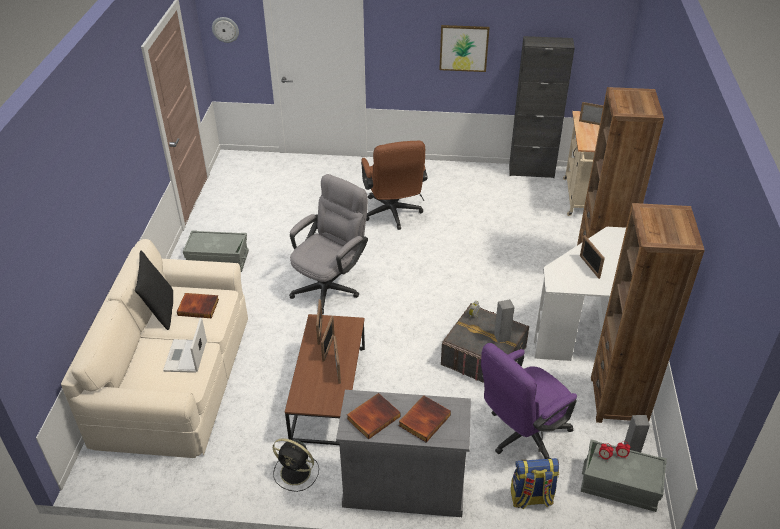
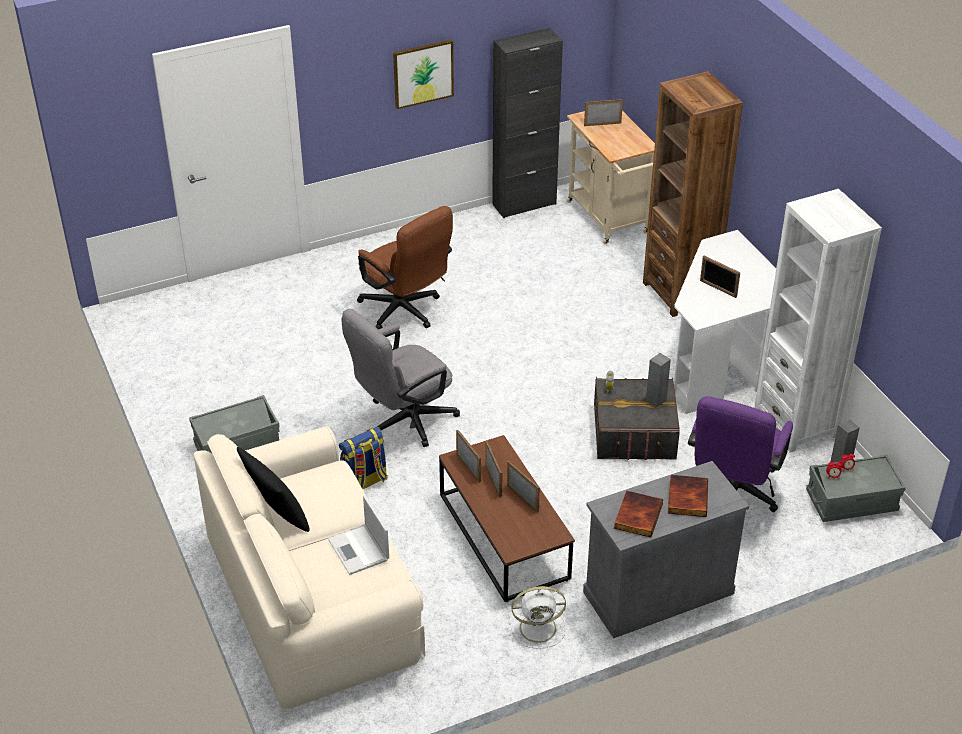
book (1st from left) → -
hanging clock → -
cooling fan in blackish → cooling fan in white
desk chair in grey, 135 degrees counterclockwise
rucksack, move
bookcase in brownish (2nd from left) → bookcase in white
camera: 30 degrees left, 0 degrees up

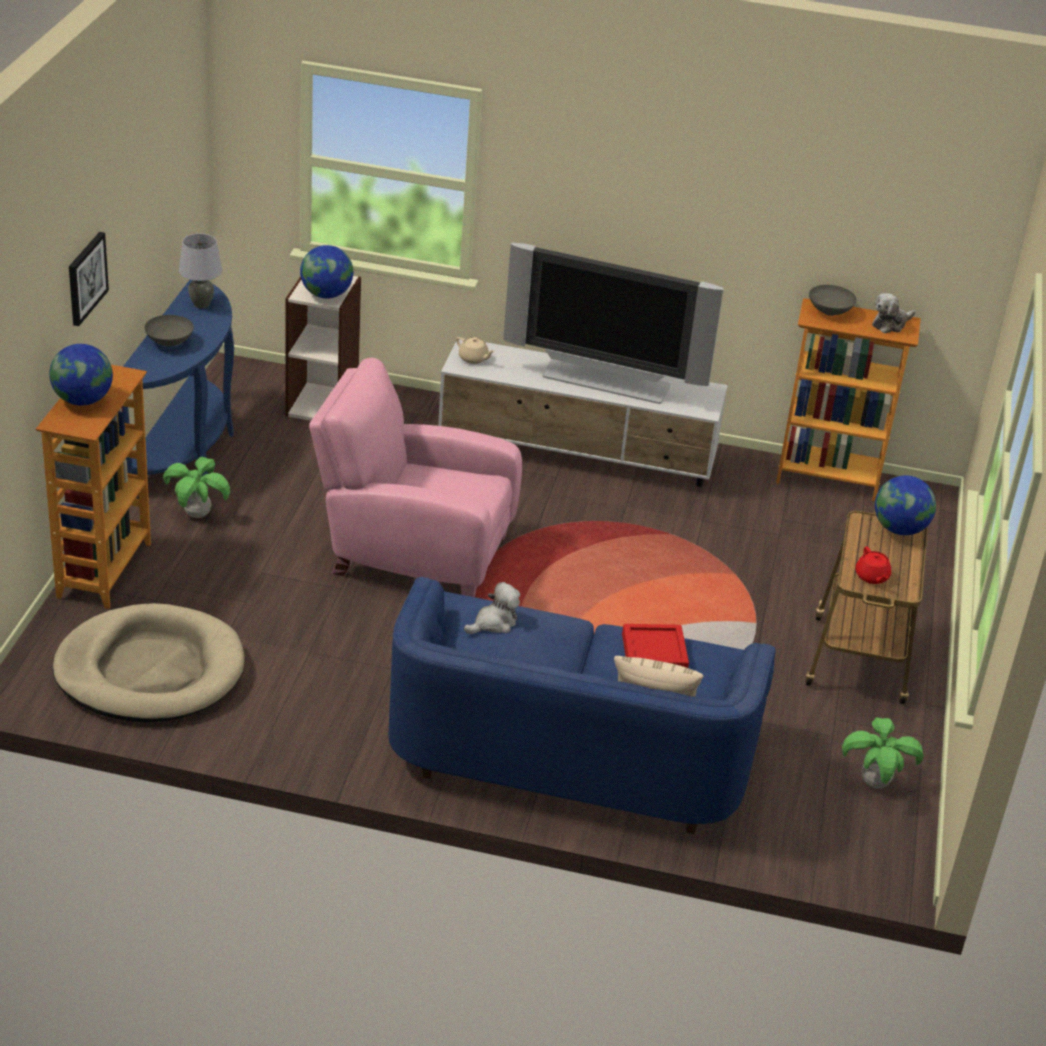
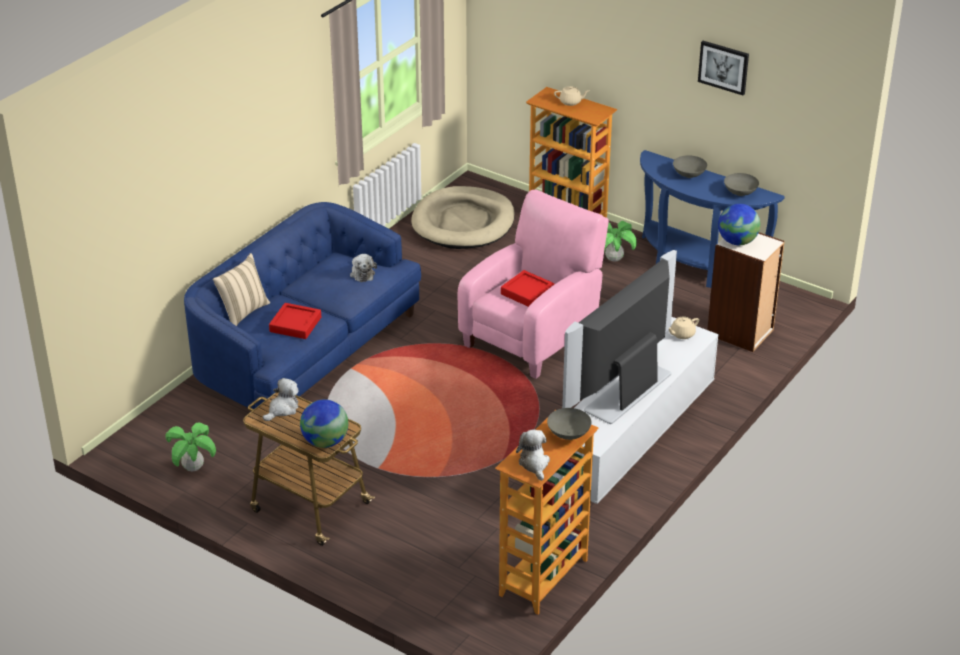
desk globe (1st from left) → pot for tea in beige-coloured (1st from left)
wall picture, move
tabletop lamp in grey → serving bowl in grey (3rd from left)
pot for tea in reddish → cuddly toy (1st from left)
- → carrying tray in reddish (2nd from left)
camera: 115 degrees right, 0 degrees up

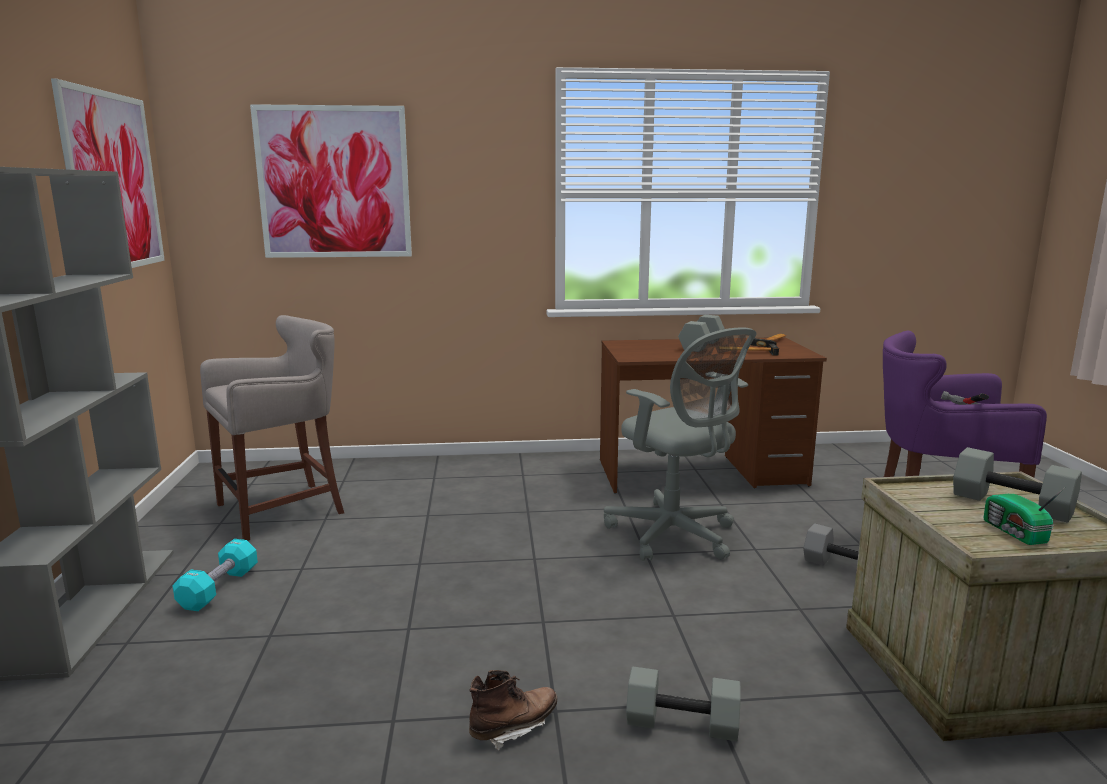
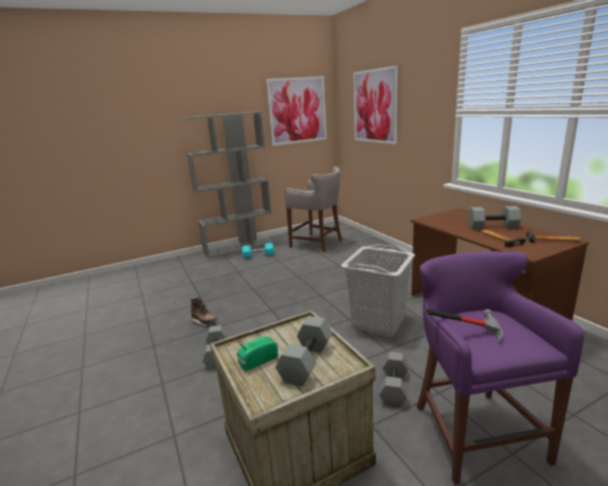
desk chair in grey → washing basket in grey
camera: 70 degrees right, 5 degrees up

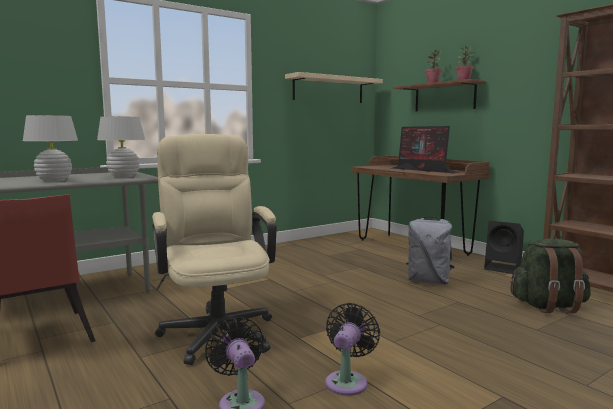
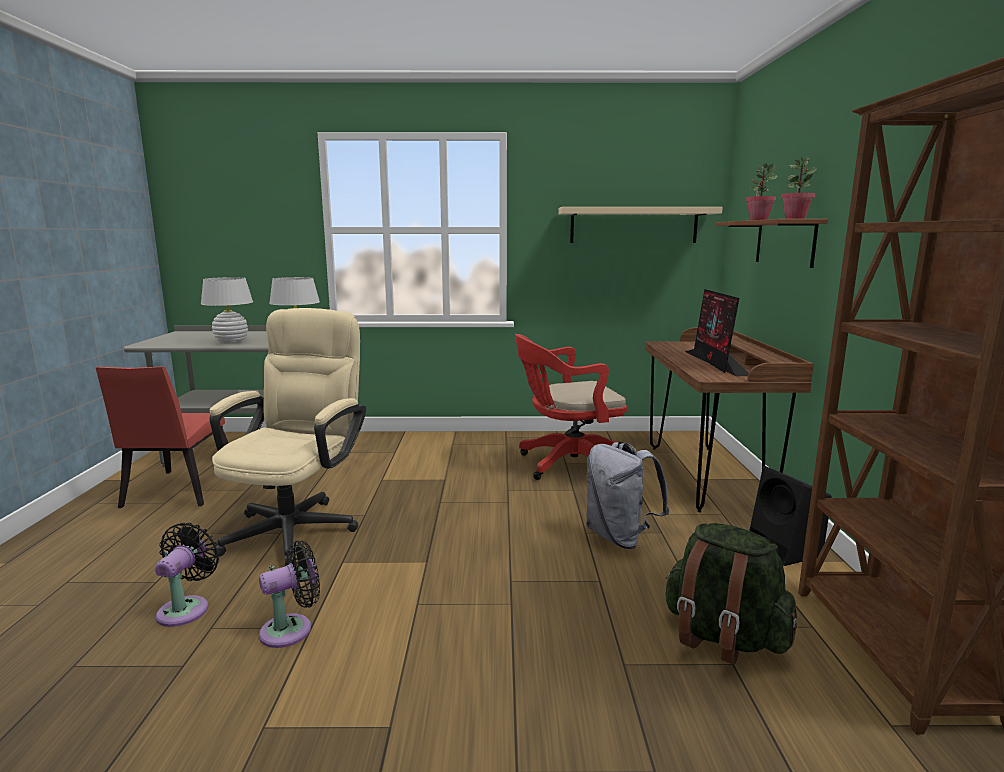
- → desk chair in reddish
camera: 35 degrees right, 5 degrees up

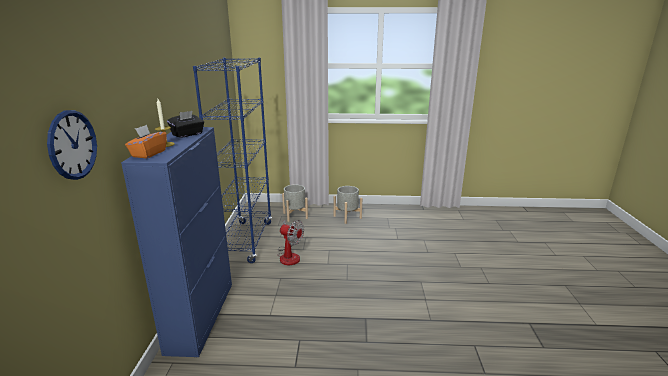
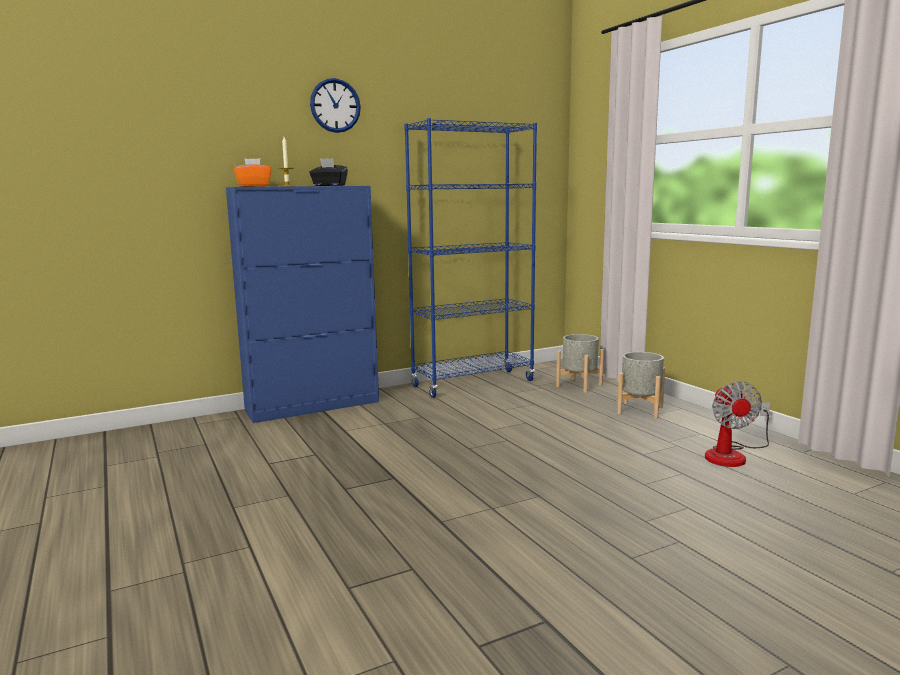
hanging clock, move
cooling fan, move
camera: 60 degrees right, 10 degrees down

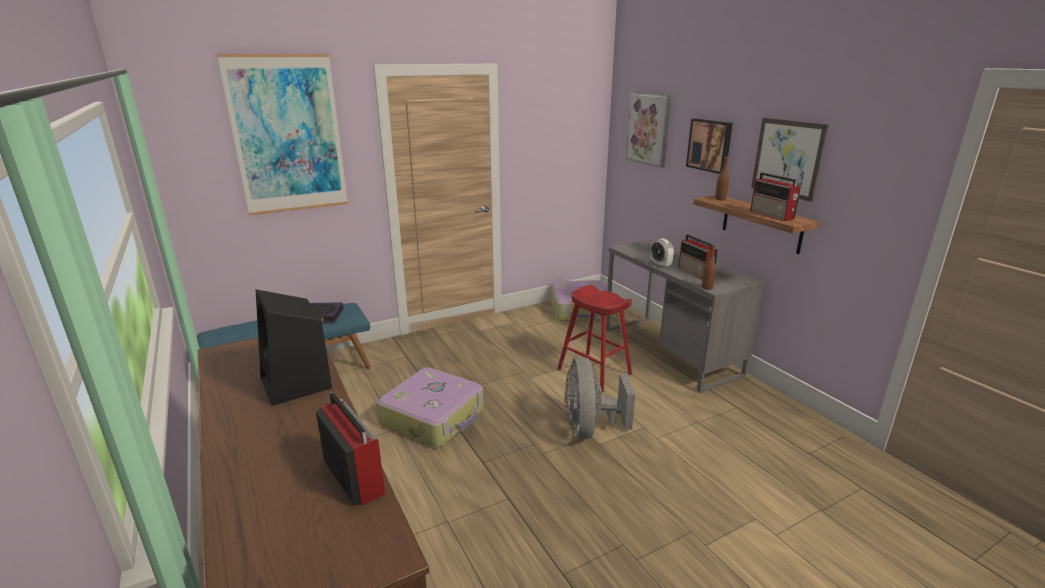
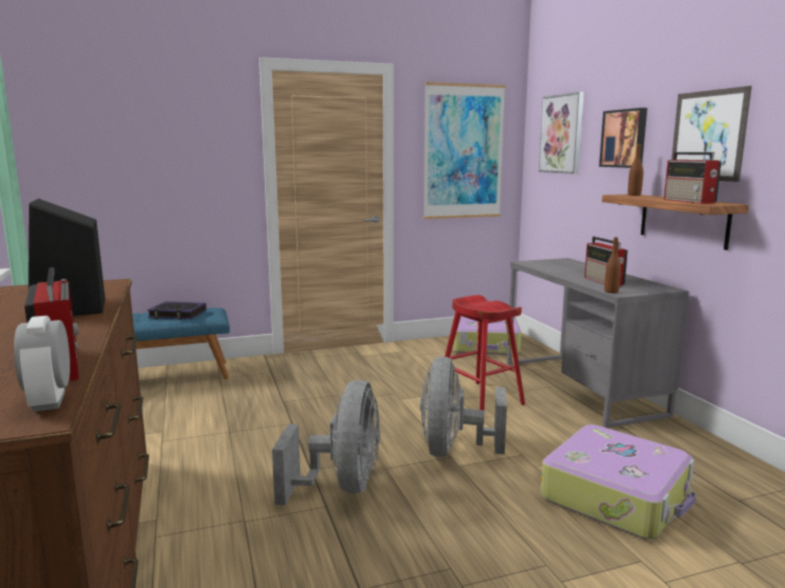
wall picture (1st from left), move
suitcase (1st from left in the first image) → suitcase (2nd from left), move
bedside clock, move
- → cooling fan in grey (1st from left)
camera: 10 degrees right, 10 degrees down

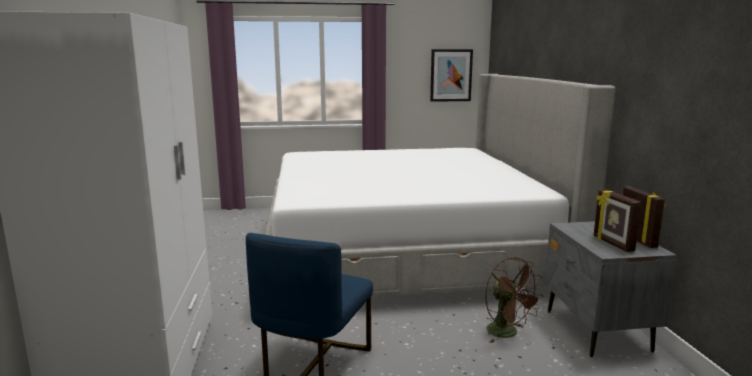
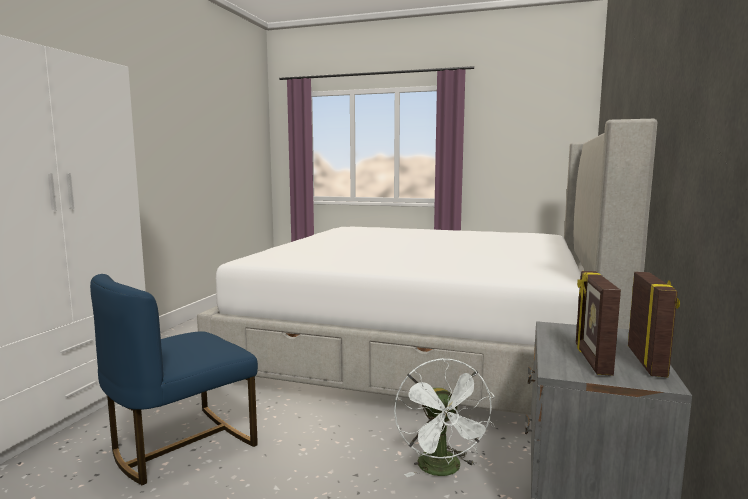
wall picture → -
cooling fan in brownish → cooling fan in white
camera: 25 degrees right, 5 degrees down

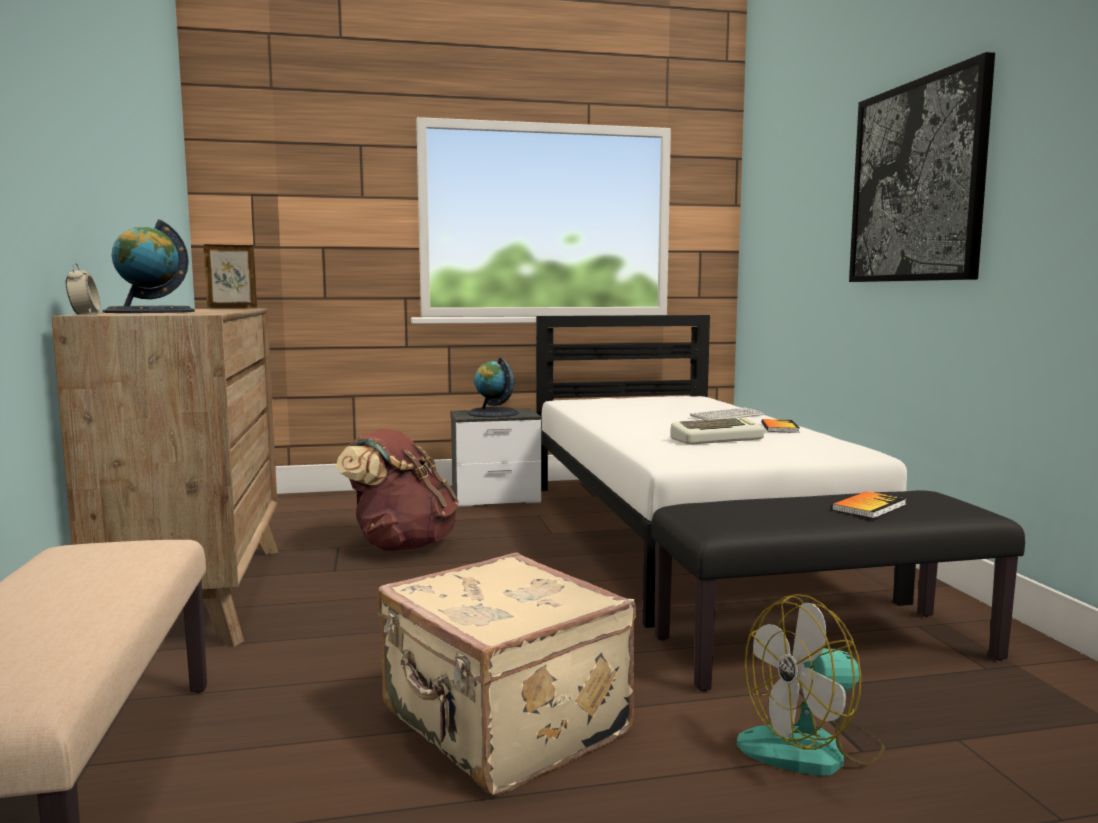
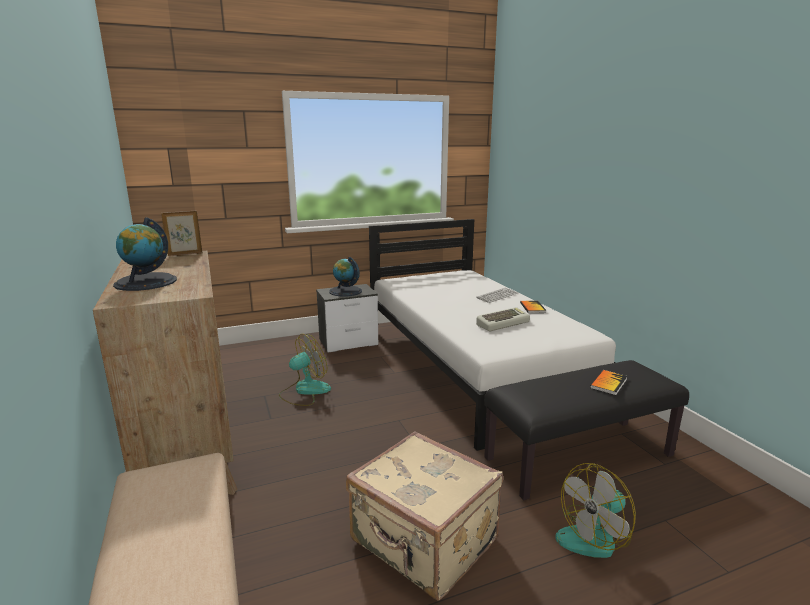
bedside clock → -
rucksack in brownish → cooling fan (1st from left)
wall picture → -
camera: 10 degrees left, 10 degrees up

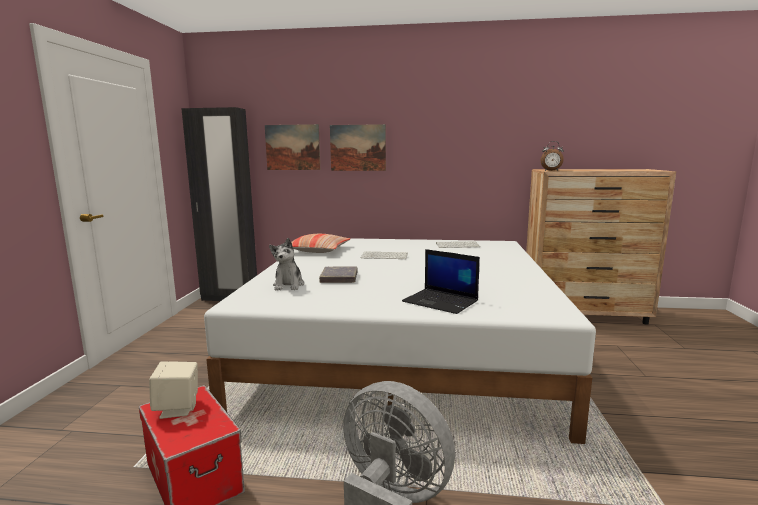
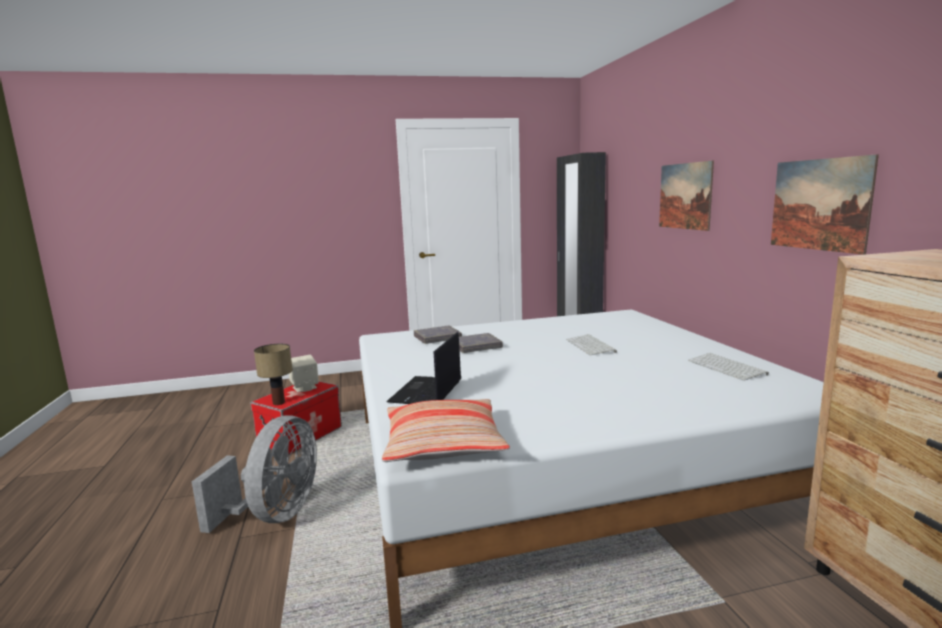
wall picture (1st from left in the first image) → wall picture (2nd from left), move
cuddly toy → book in grey (1st from left)
cushion, move
bedside clock → -
- → tabletop lamp
camera: 70 degrees right, 0 degrees up

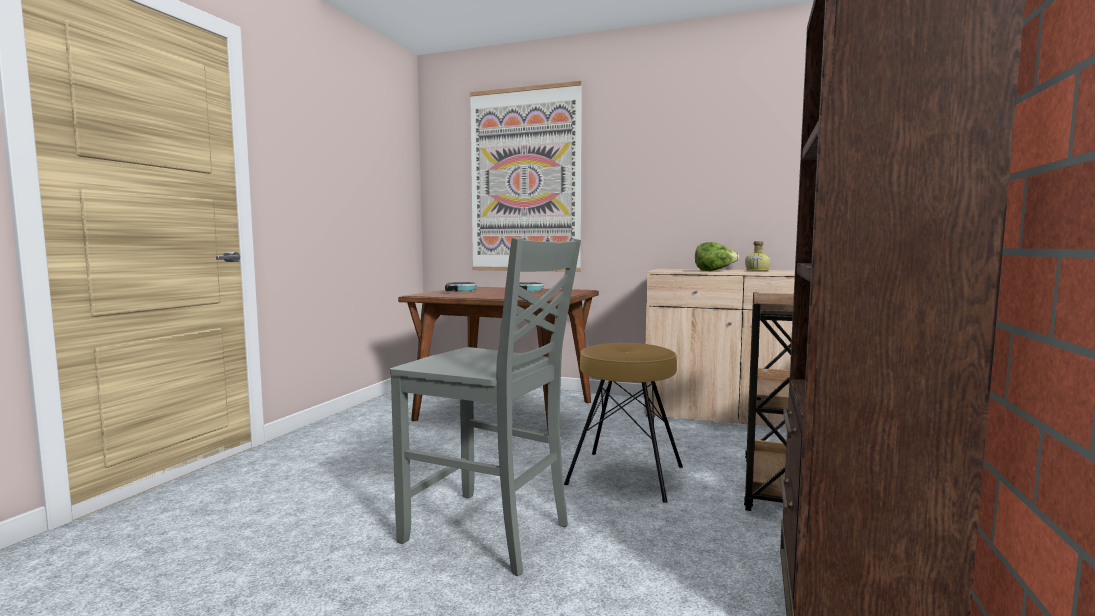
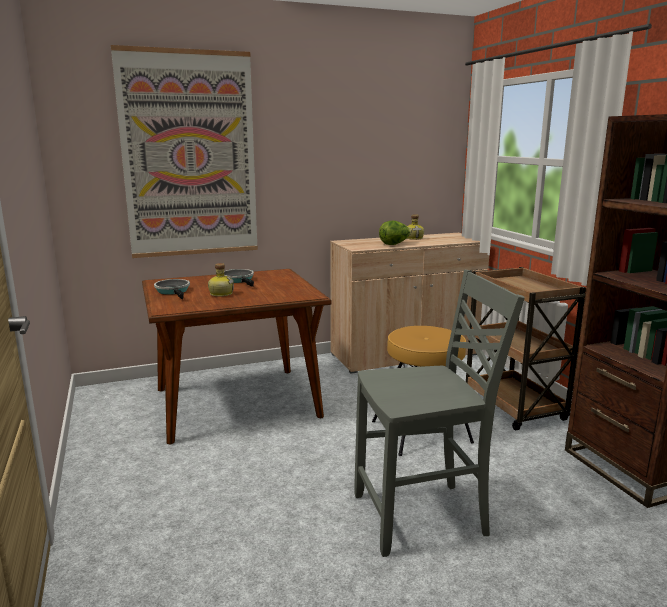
- → drink bottle (1st from left)
camera: 40 degrees left, 10 degrees up

